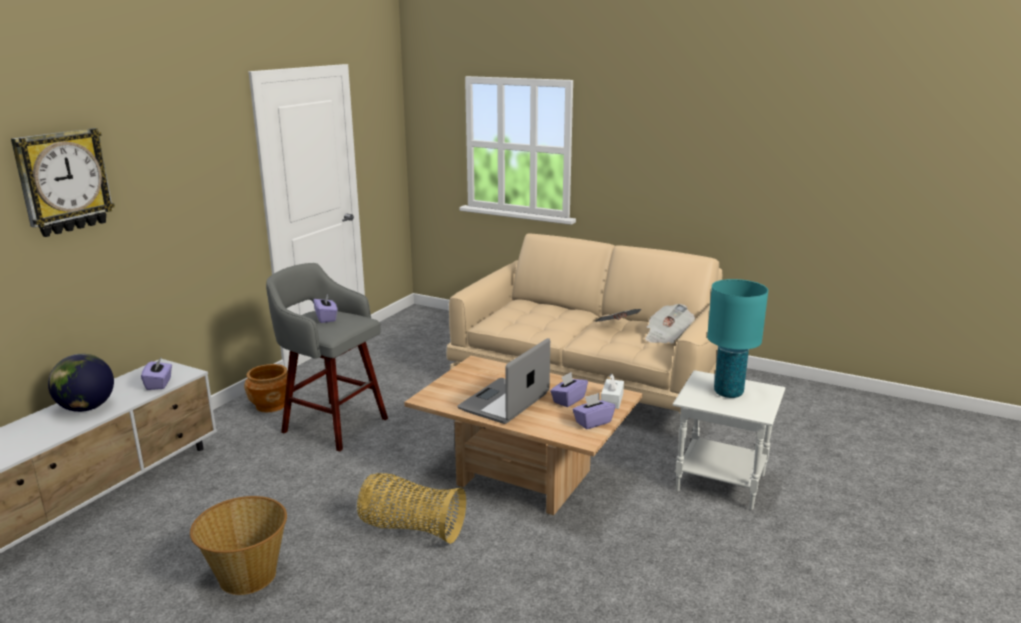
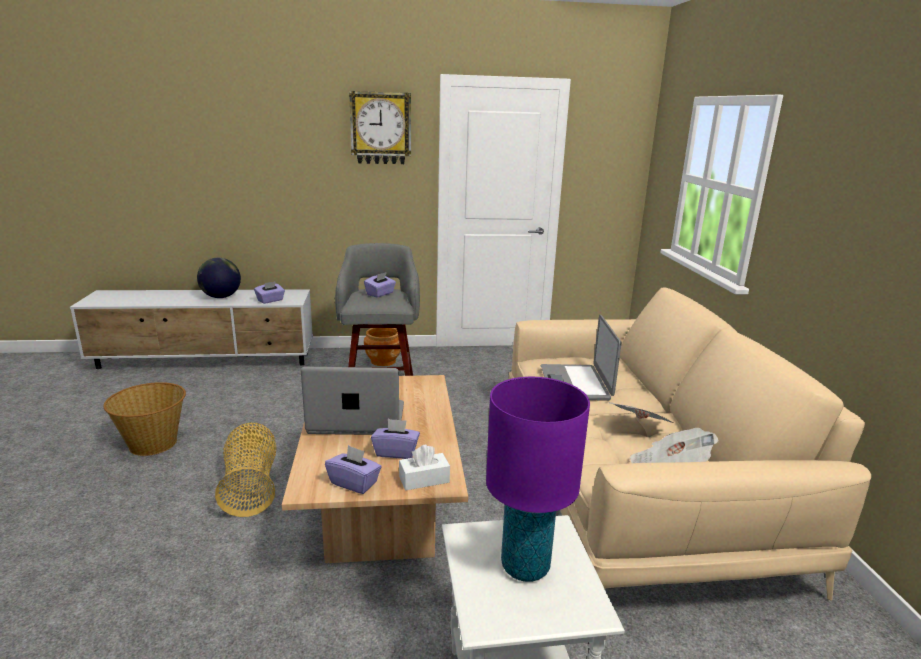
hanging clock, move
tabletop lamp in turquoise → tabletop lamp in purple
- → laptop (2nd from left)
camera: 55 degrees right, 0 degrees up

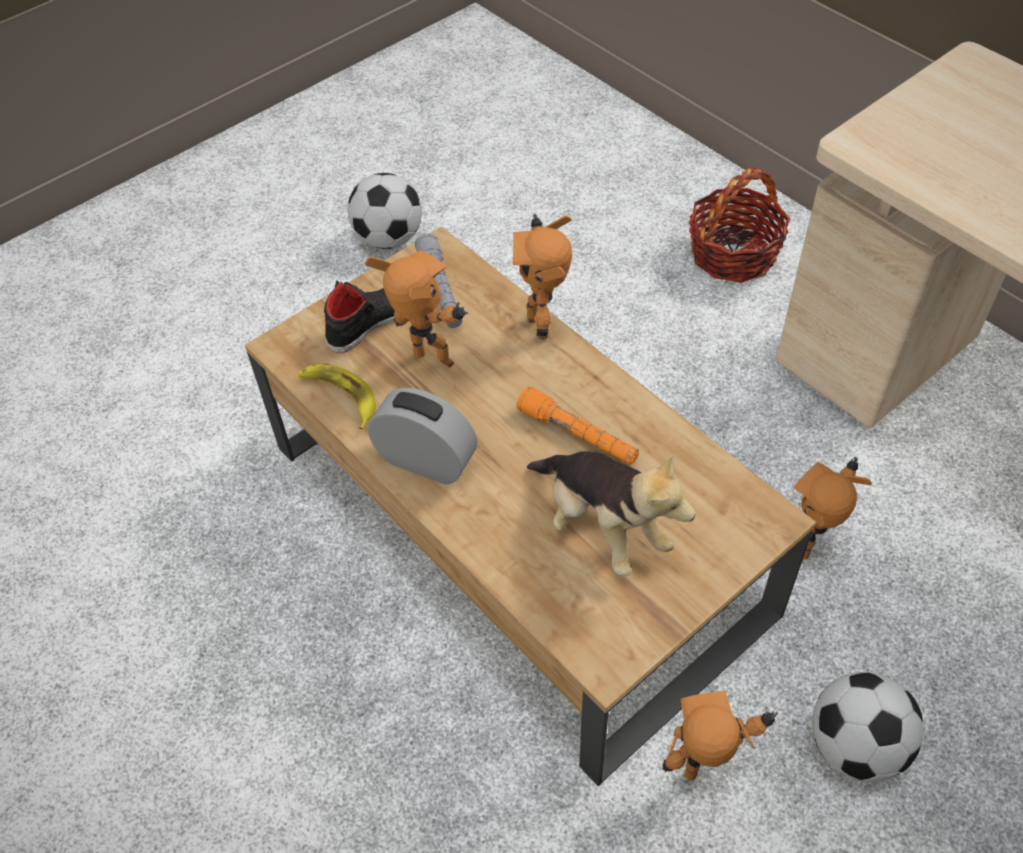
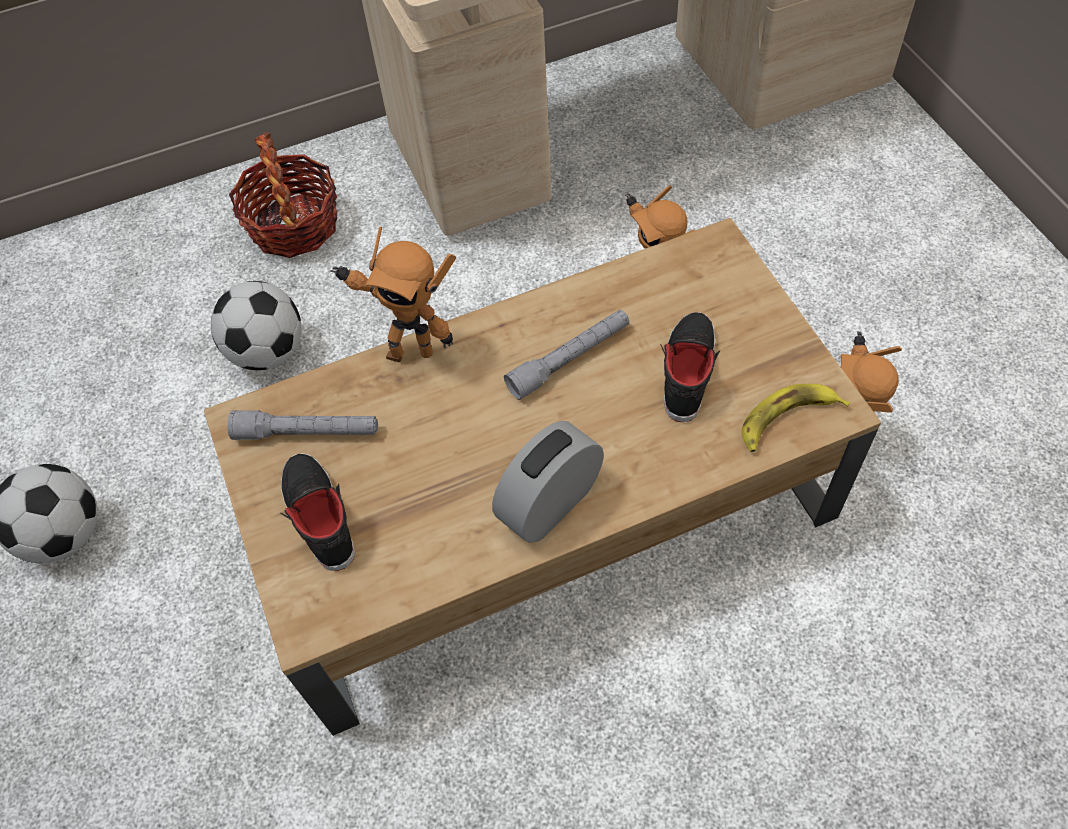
banana fruit, move
toy robot (1st from left) → -
hand torch in orange-coloured → hand torch in grey (2nd from left)
cuddly toy → low shoe in blackish (2nd from left)
football ball (2nd from left), move
camera: 70 degrees left, 5 degrees up

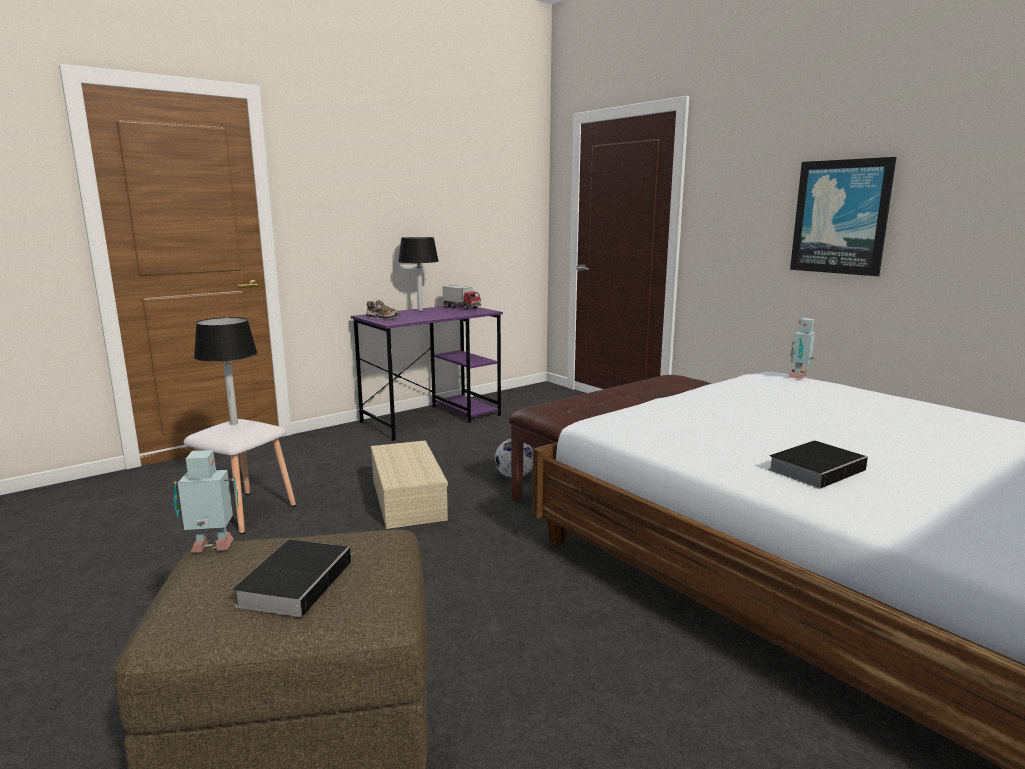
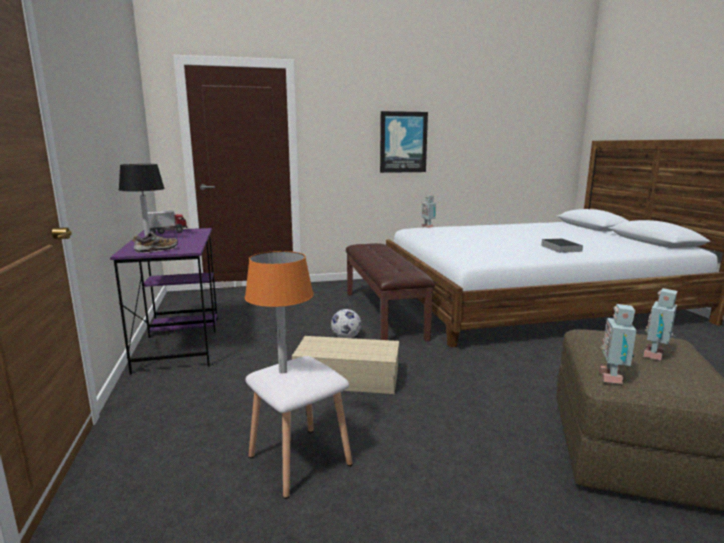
tabletop lamp in blackish (1st from left) → tabletop lamp in orange-coloured
book (1st from left) → toy robot (3rd from left)
camera: 65 degrees left, 0 degrees up

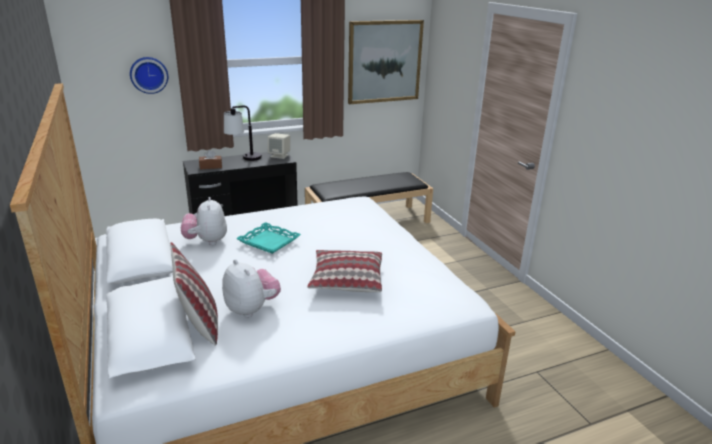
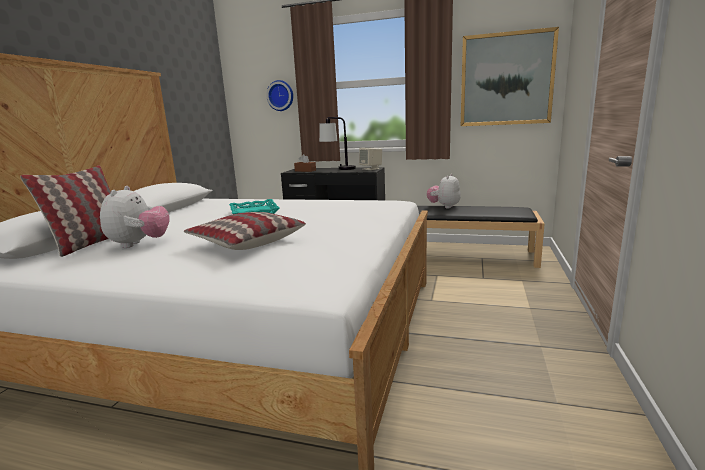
cuddly toy (1st from left in the first image) → cuddly toy (2nd from left), move
camera: 40 degrees right, 10 degrees down

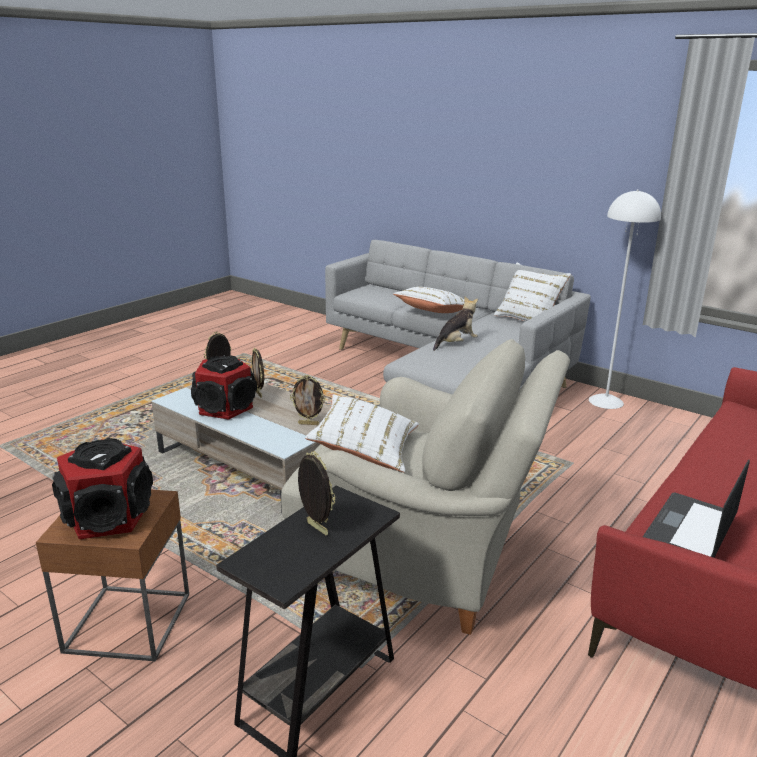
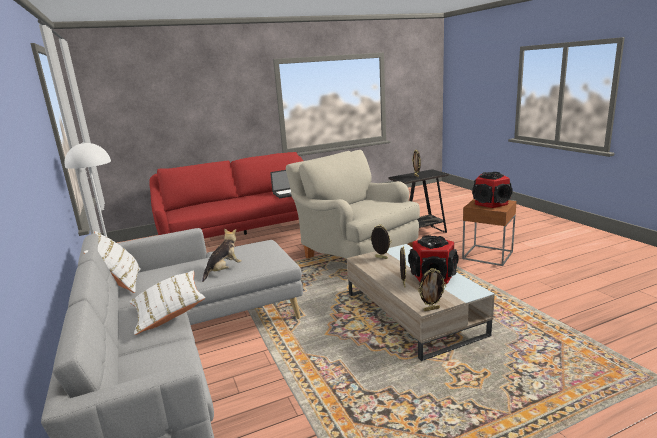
cushion in white (1st from left) → -
cuddly toy, 135 degrees clockwise
camera: 150 degrees left, 5 degrees down

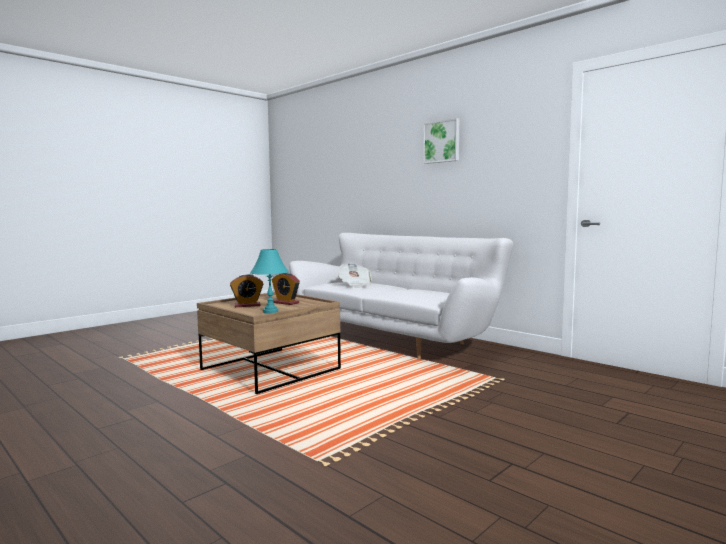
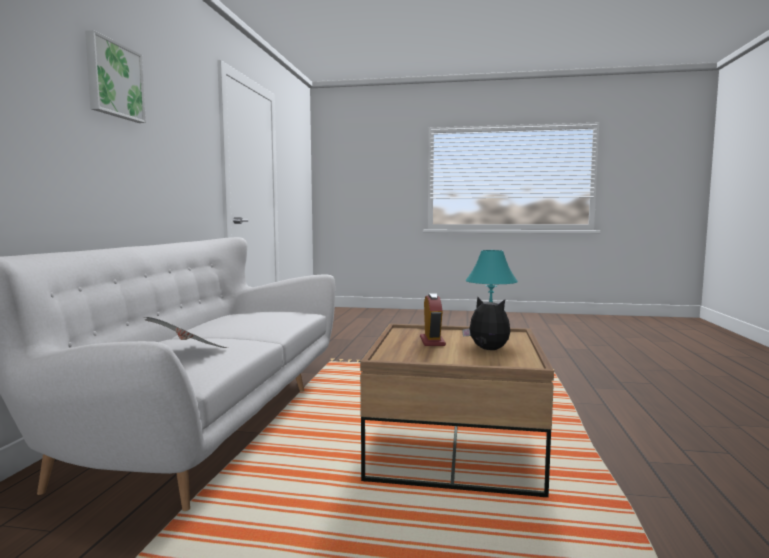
bedside clock (1st from left) → cuddly toy
camera: 125 degrees left, 0 degrees up

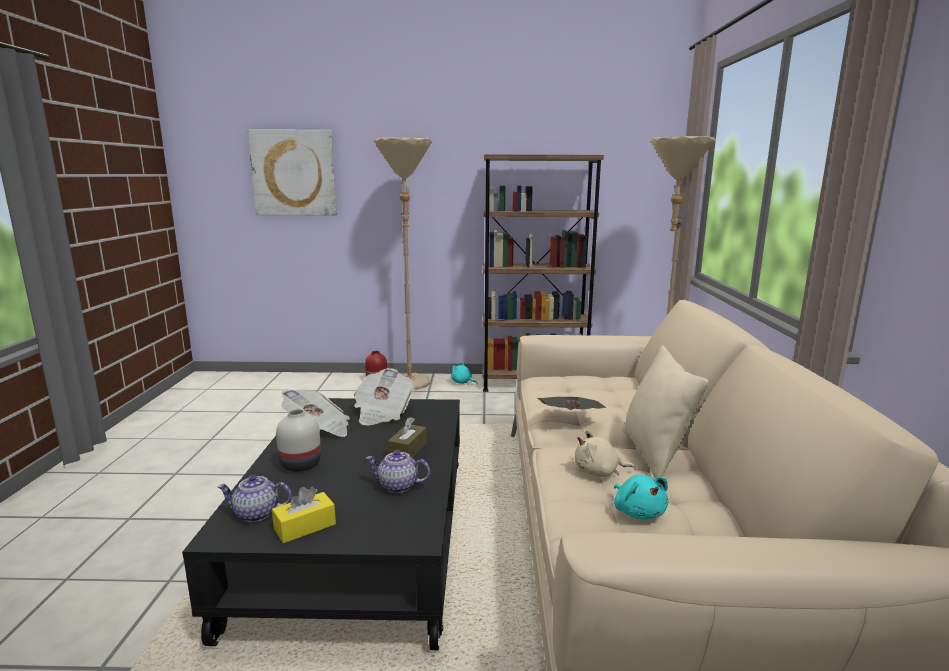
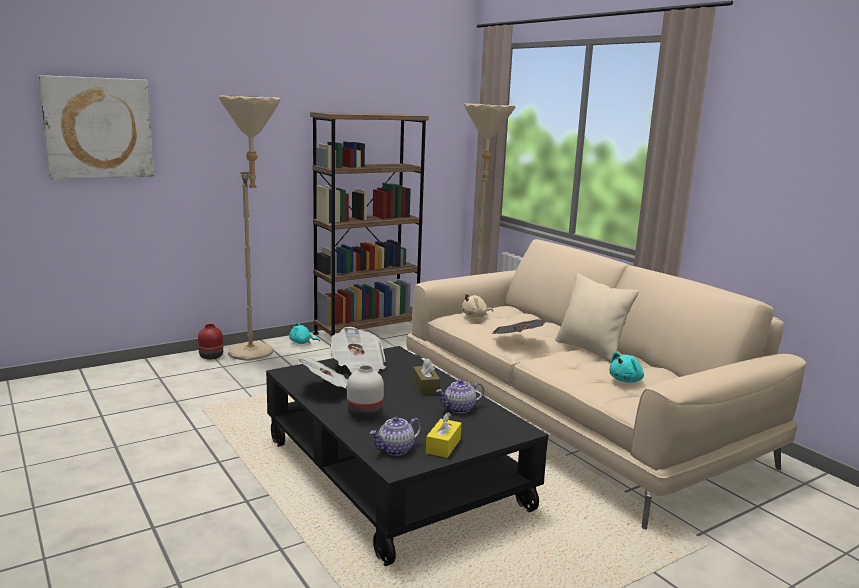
cuddly toy in beige-coloured, move
cuddly toy in turquoise (2nd from left), 105 degrees clockwise
camera: 35 degrees left, 0 degrees up

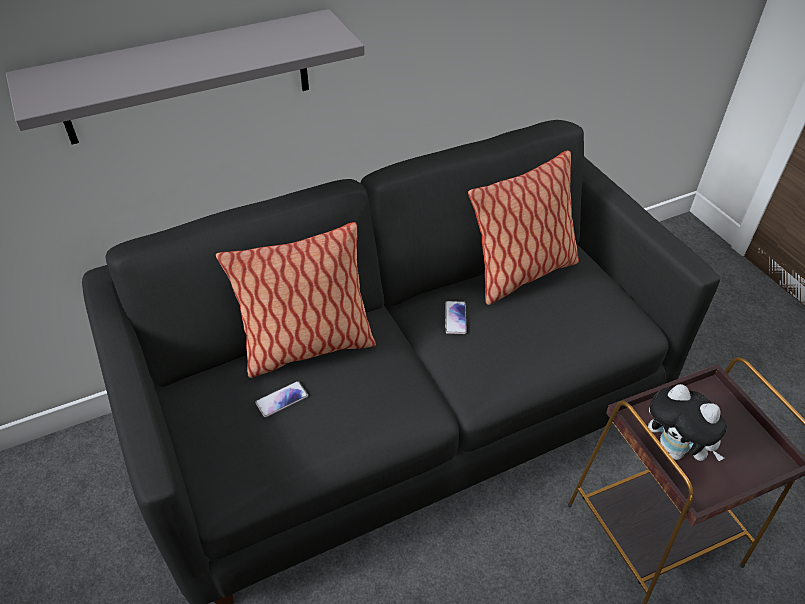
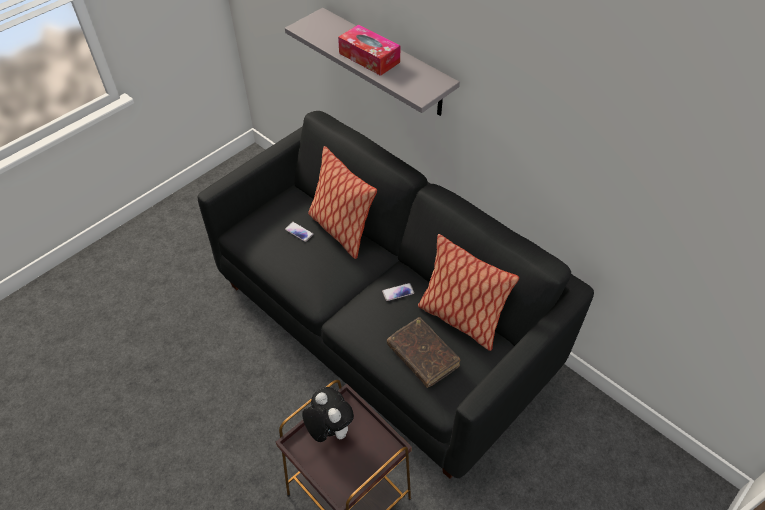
cuddly toy, 120 degrees clockwise
- → tissue holder
- → book in brownish
camera: 70 degrees right, 5 degrees up

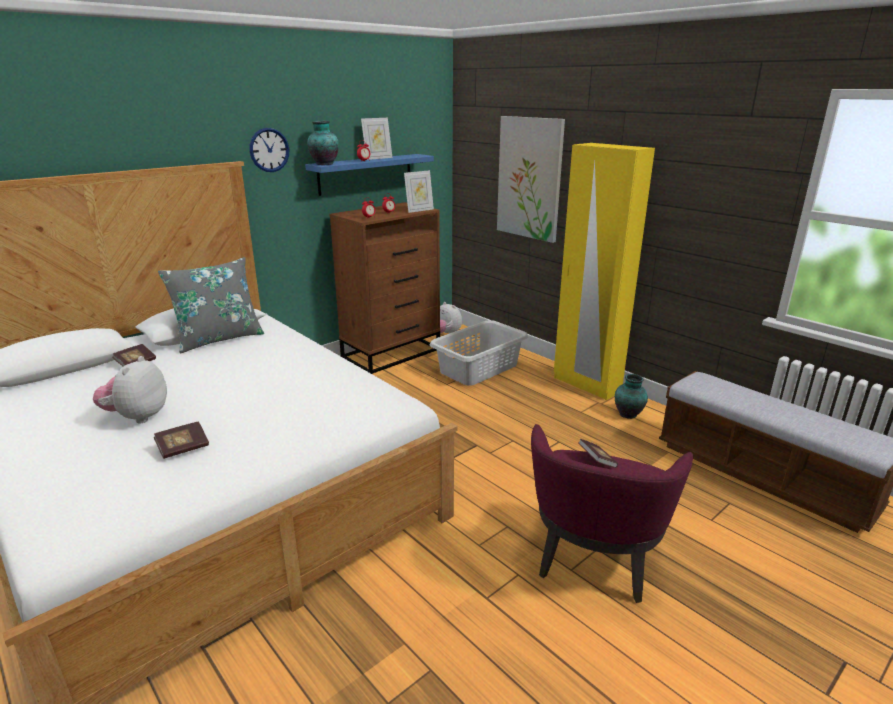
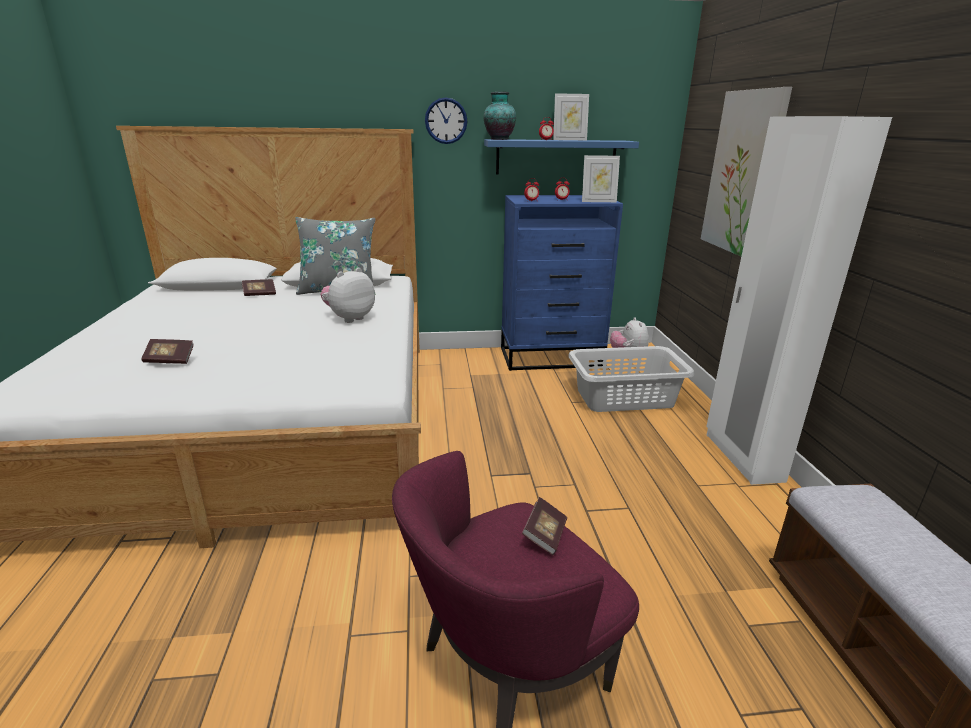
cuddly toy (1st from left), move
chest of drawers in brownish → chest of drawers in blue-coloured
armoire in yellow-coloured → armoire in white
decorative vase (2nd from left) → -
camera: 35 degrees right, 0 degrees up

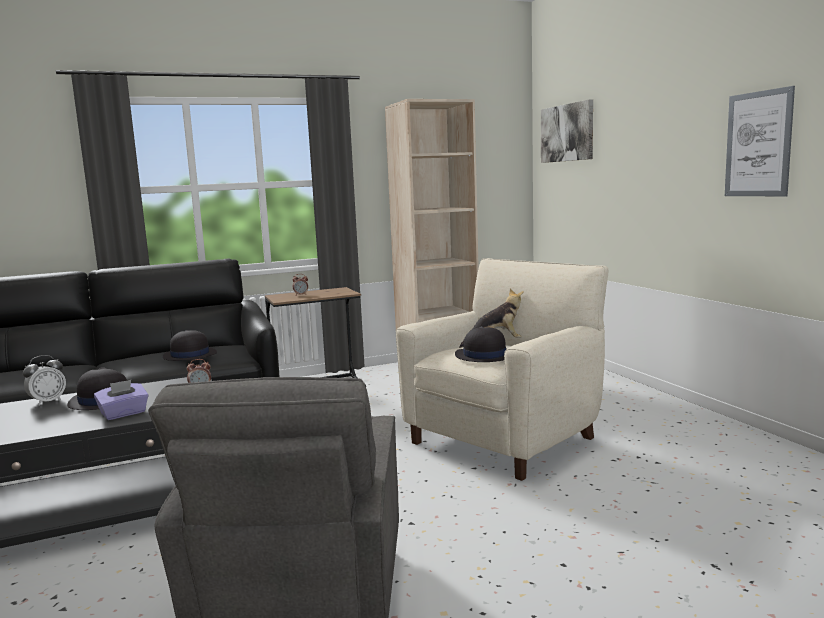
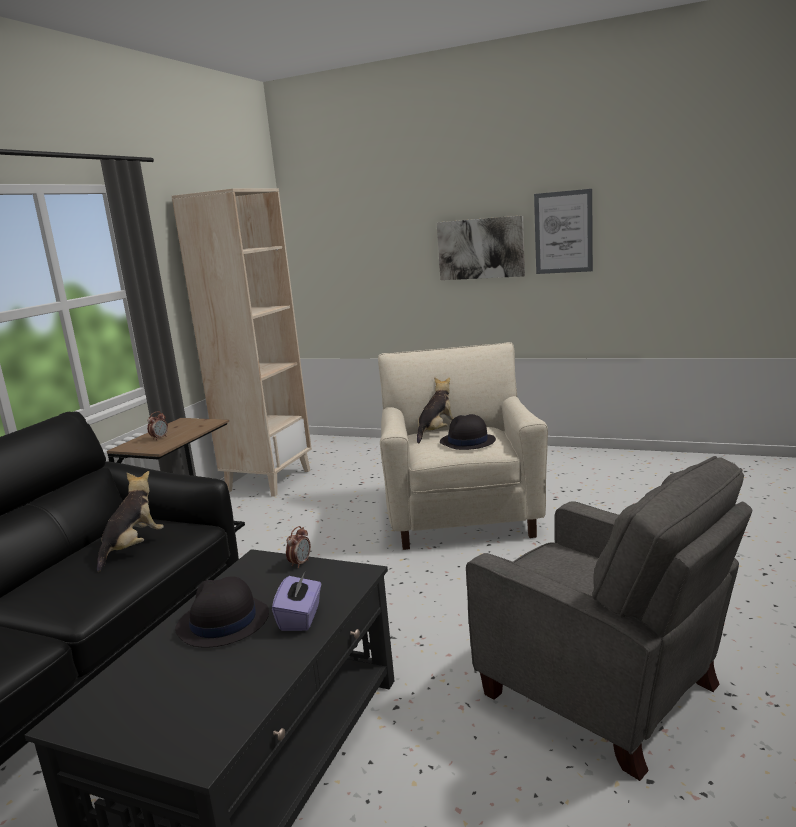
bedside clock (1st from left) → -
hat in blackish (2nd from left) → cuddly toy (1st from left)
wall picture (1st from left), move
camera: 45 degrees left, 5 degrees up

